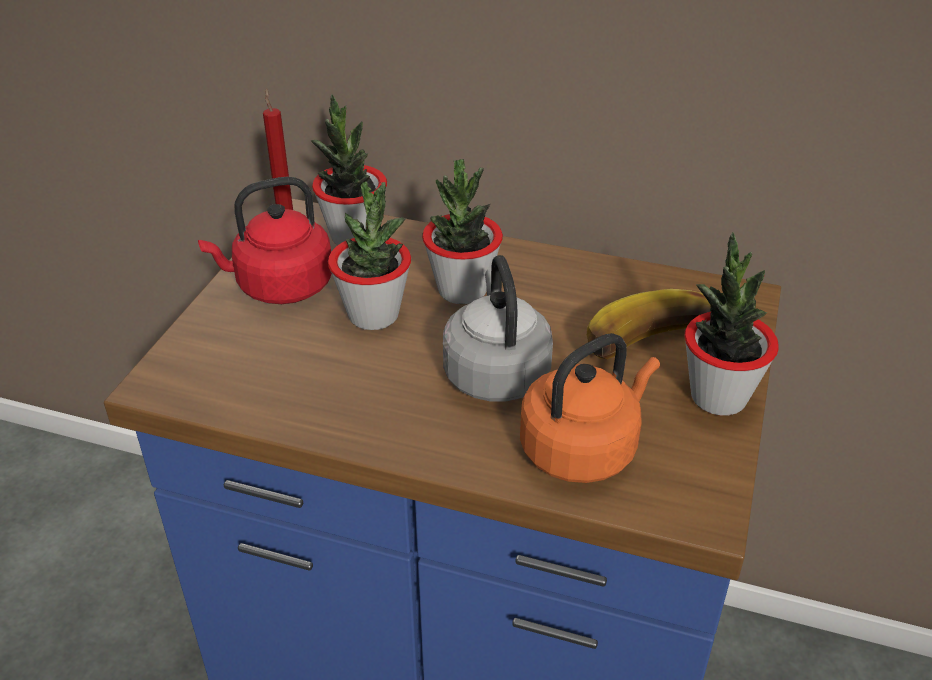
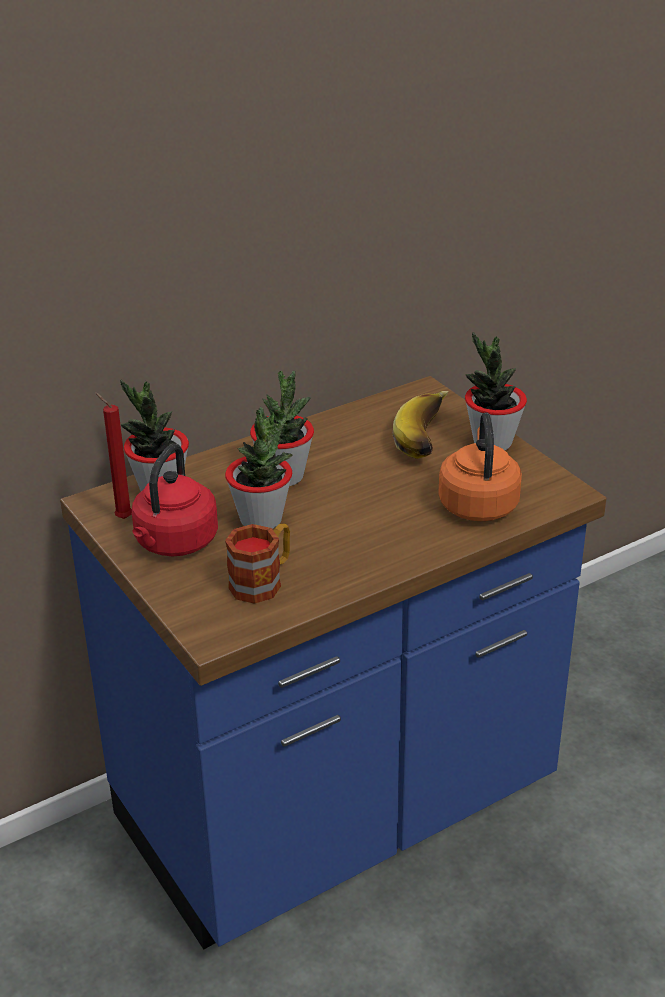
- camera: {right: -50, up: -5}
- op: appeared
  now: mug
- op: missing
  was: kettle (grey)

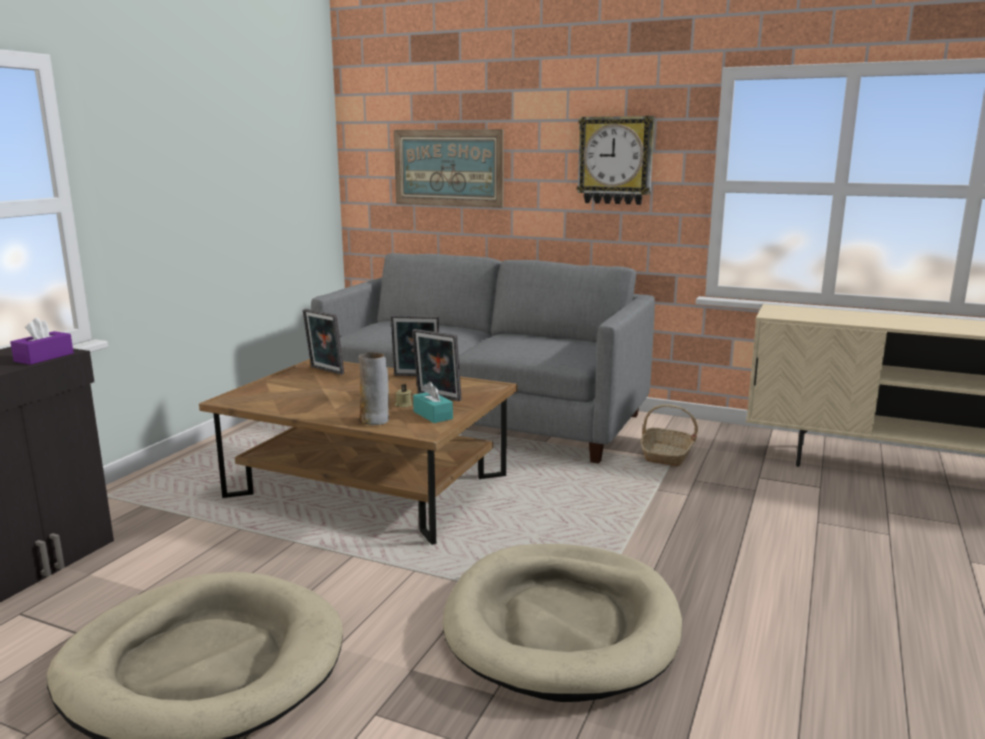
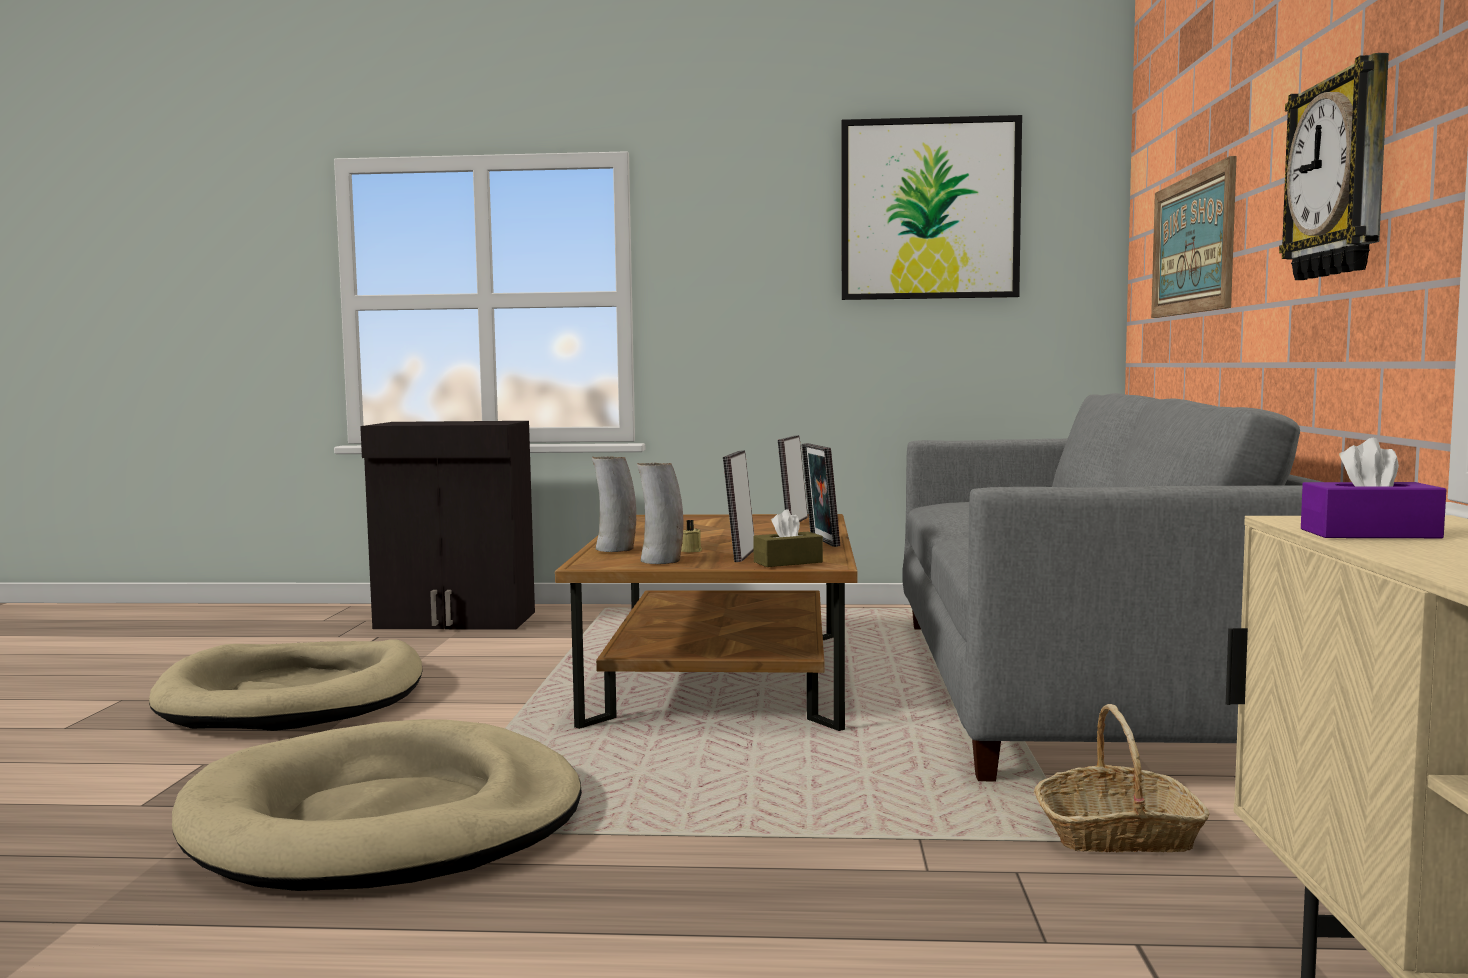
- camera: {right: 70, up: -10}
- op: exchanged
  was: tissue box (turquoise)
  now: vase (no. 2 from left)
- op: appeared
  now: tissue box (brown)
- op: appeared
  now: picture (no. 1 from left)
- op: relocated
  was: tissue box (purple)

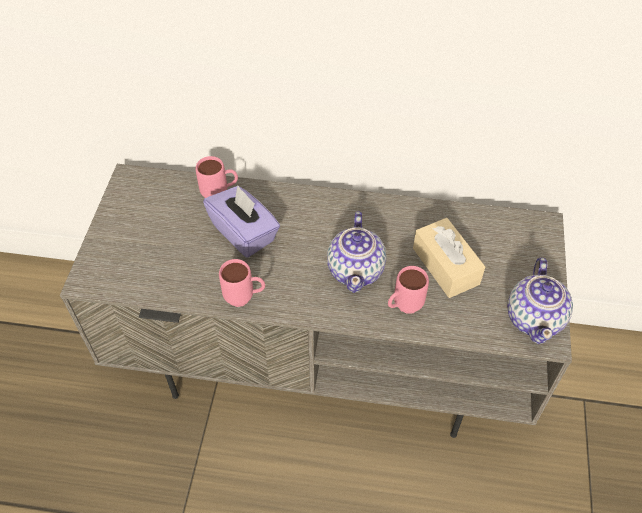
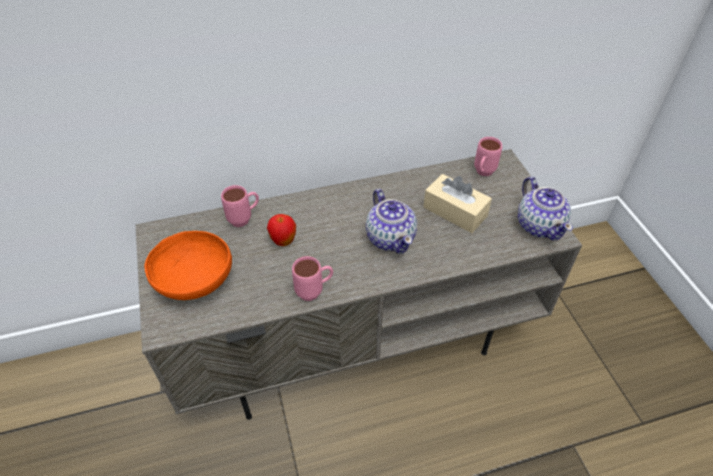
- camera: {right: -25, up: -5}
- op: appeared
  now: bowl (orange)
- op: exchanged
  was: tissue box (purple)
  now: apple
- op: relocated
  was: mug (pink) (no. 3 from left)

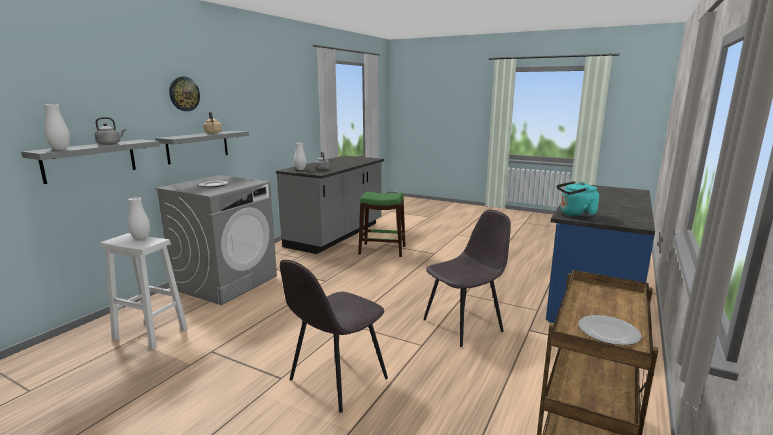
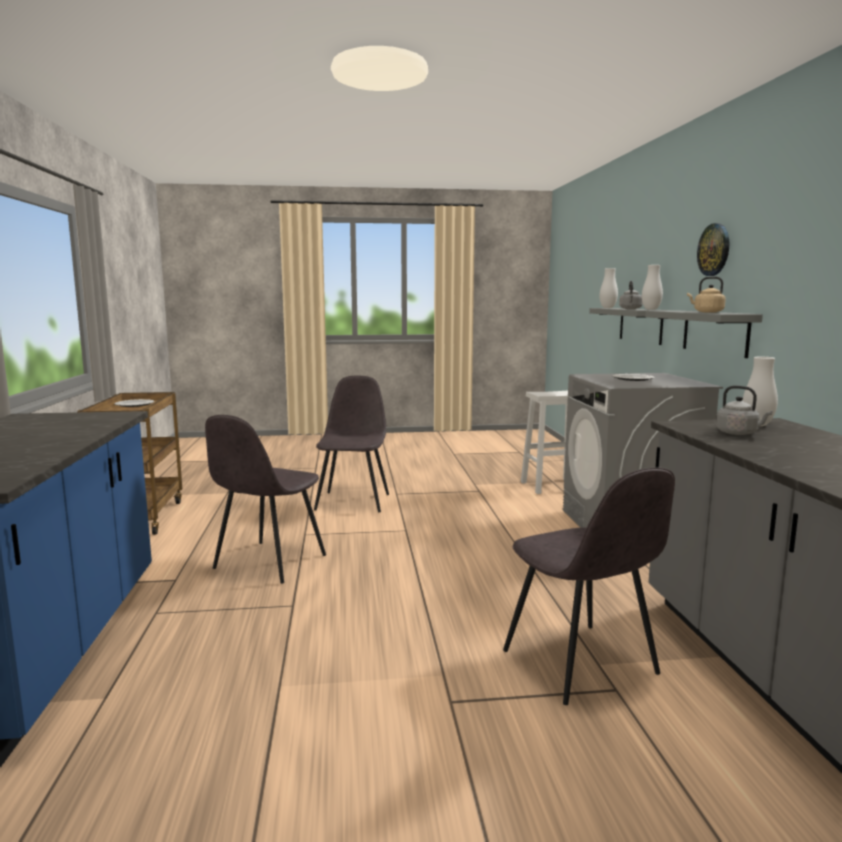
- camera: {right: 145, up: -5}
- op: exchanged
  was: stool (green)
  now: chair (grey) (no. 3 from left)
- op: relocated
  was: vase (white) (no. 2 from left)
- op: missing
  was: kettle (turquoise)

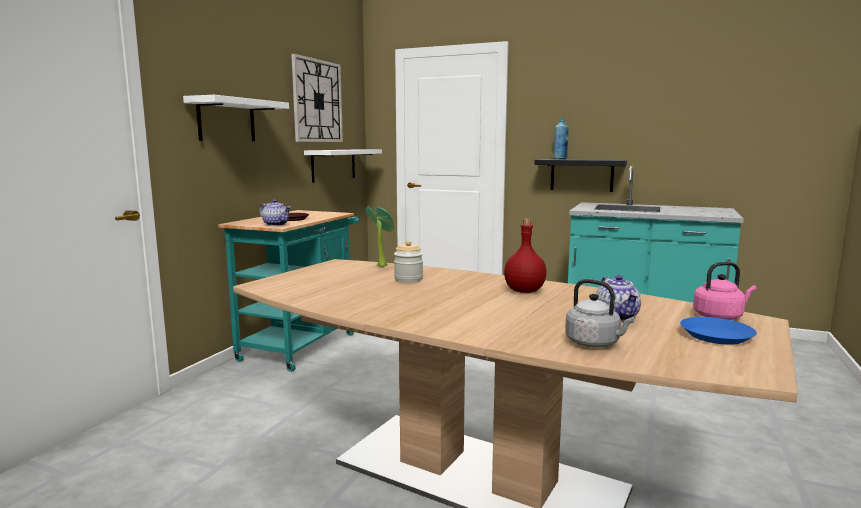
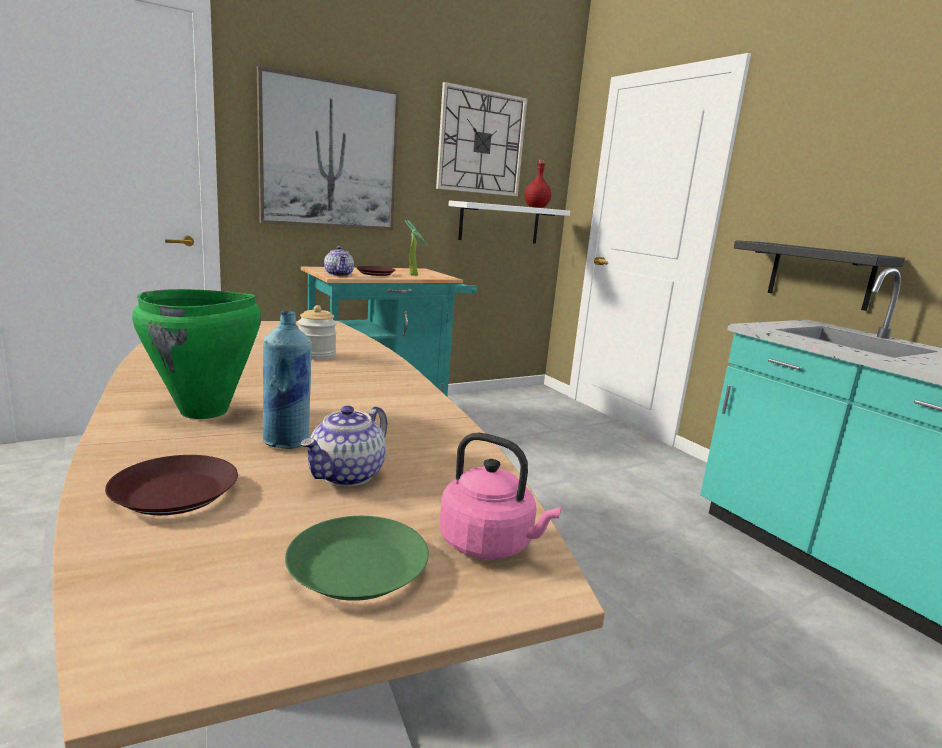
- camera: {right: 35, up: 5}
- op: exchanged
  was: kettle (grey)
  now: plate (brown) (no. 1 from left)
- op: appeared
  now: cooking pot (green)
- op: exchanged
  was: shelf (white) (no. 1 from left)
  now: picture
- op: relocated
  was: bottle (blue)
- op: colour
  was: plate (blue)
  now: plate (green)
- op: relocated
  was: potted plant
- op: relocated
  was: bottle (red)

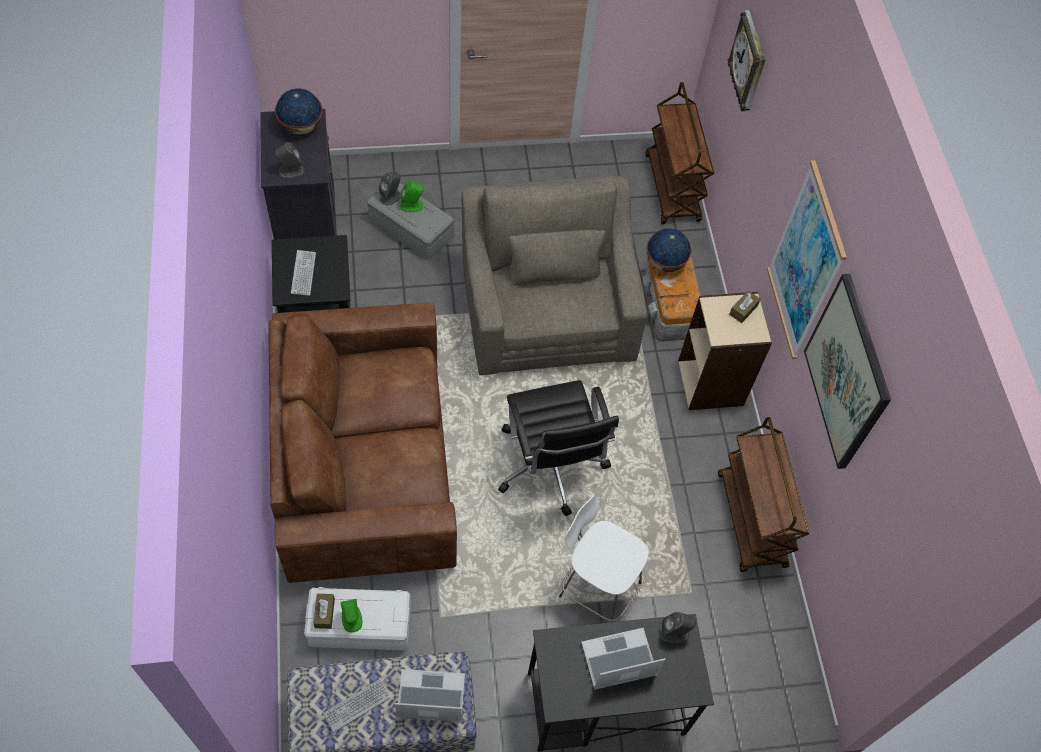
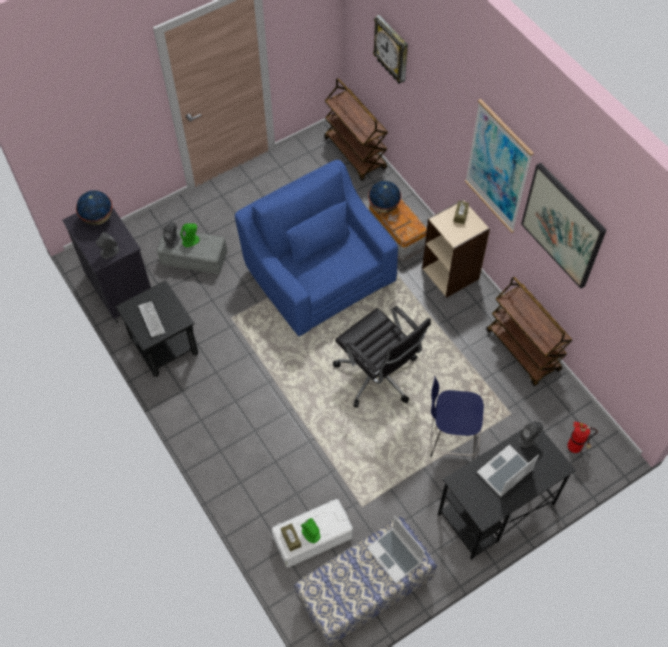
- camera: {right: -20, up: 0}
- op: colour
  was: armchair (grey)
  now: armchair (blue)
- op: spun
  was: laptop (no. 1 from left)
  clockwise: -105
- op: colour
  was: stool (white)
  now: stool (blue)
- op: appeared
  now: fire extinguisher
- op: missing
  was: sofa (brown)
- op: missing
  was: keyboard (no. 2 from left)

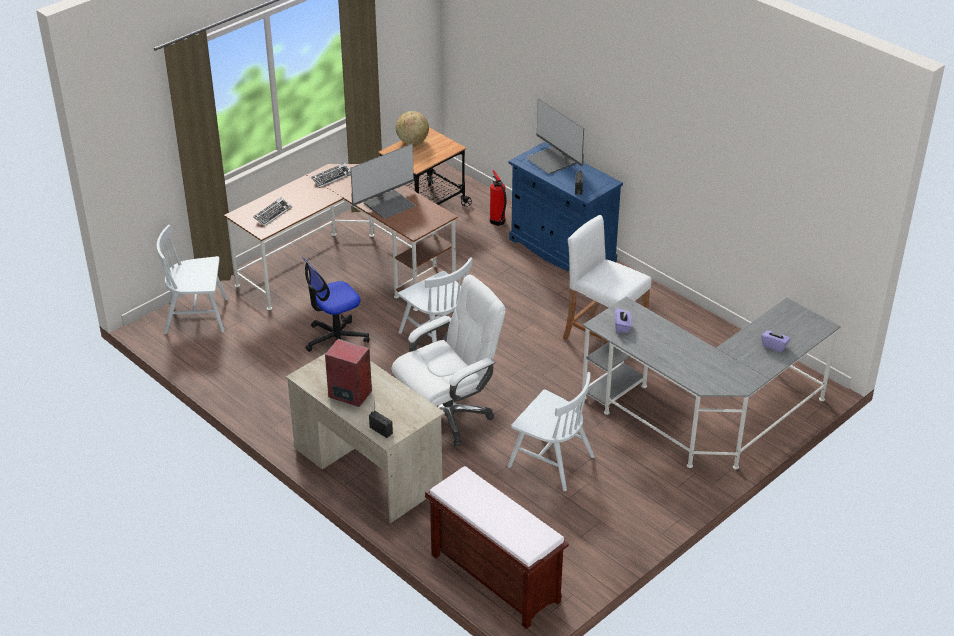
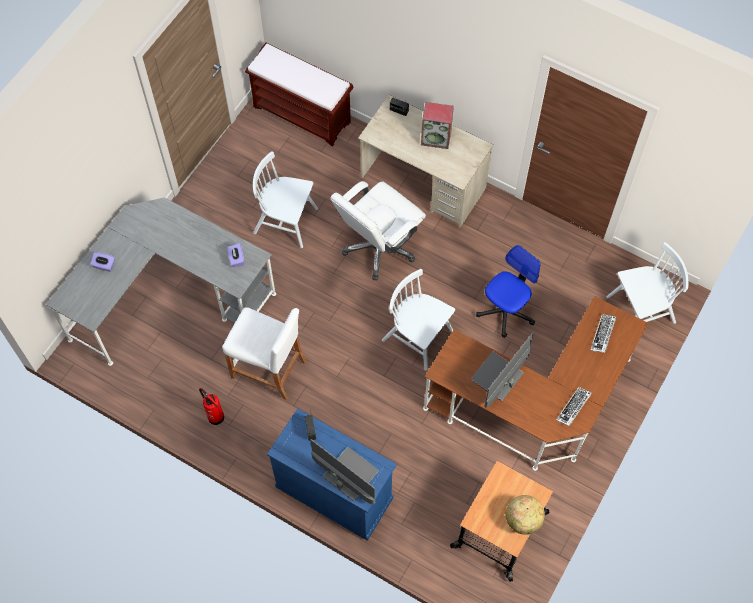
- camera: {right: 165, up: 25}
- op: relocated
  was: fire extinguisher

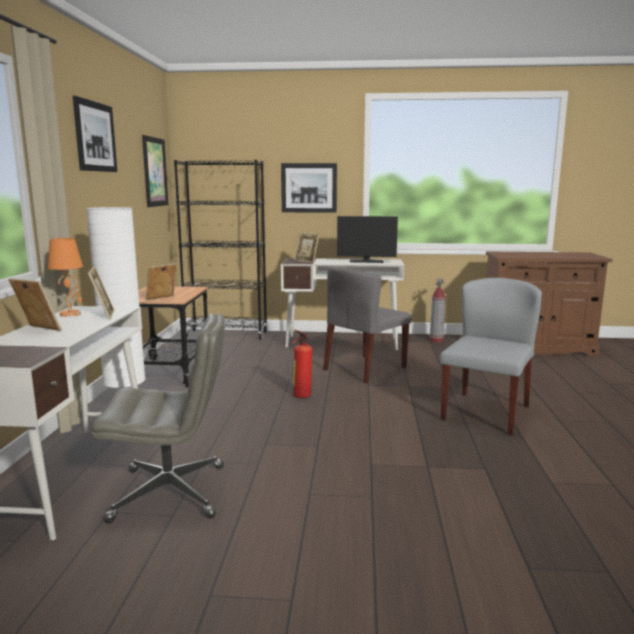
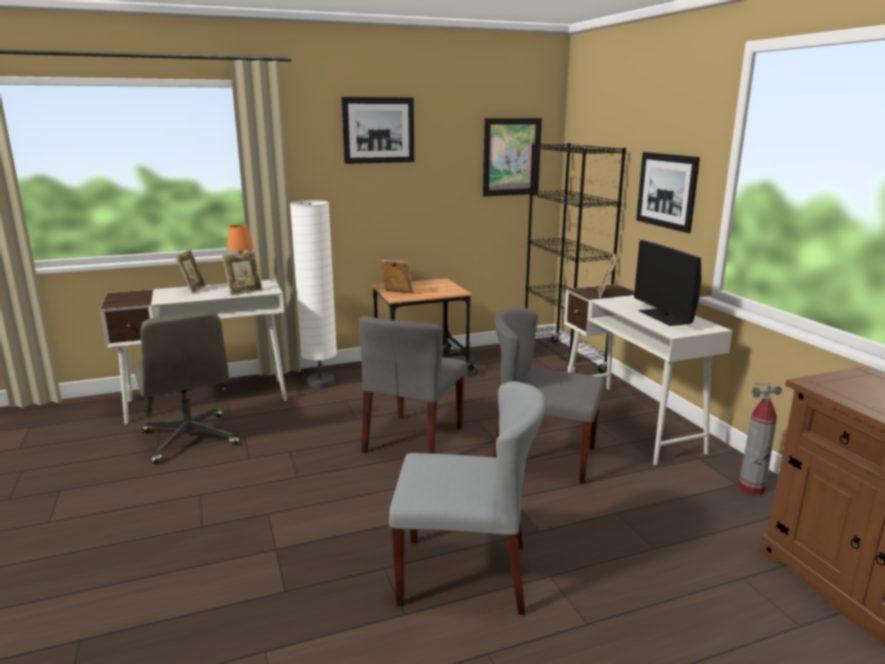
- camera: {right: 65, up: 5}
- op: exchanged
  was: fire extinguisher (no. 1 from left)
  now: chair (grey) (no. 1 from left)

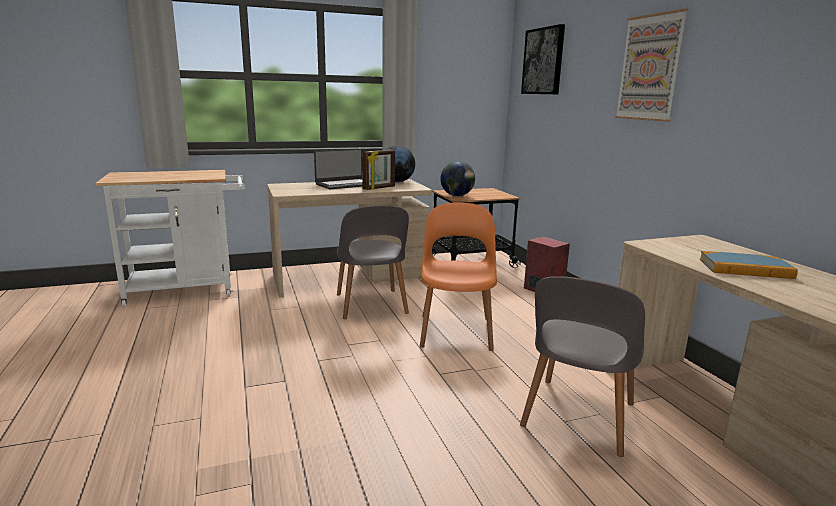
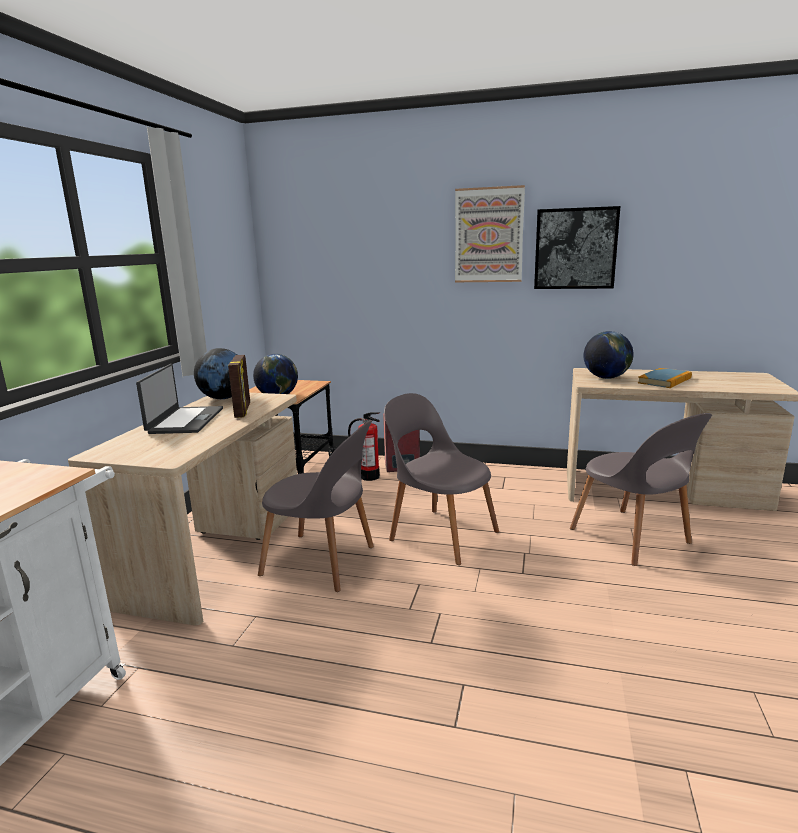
- camera: {right: -55, up: 0}
- op: appeared
  now: fire extinguisher
- op: colour
  was: chair (orange)
  now: chair (grey) (no. 2 from left)
- op: relocated
  was: picture (no. 1 from left in the first image)
  now: picture (no. 2 from left)
- op: appeared
  now: globe (no. 3 from left)

